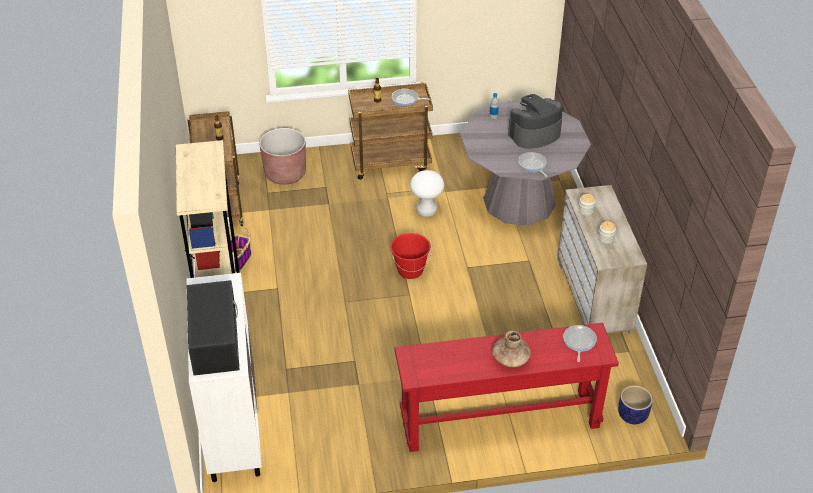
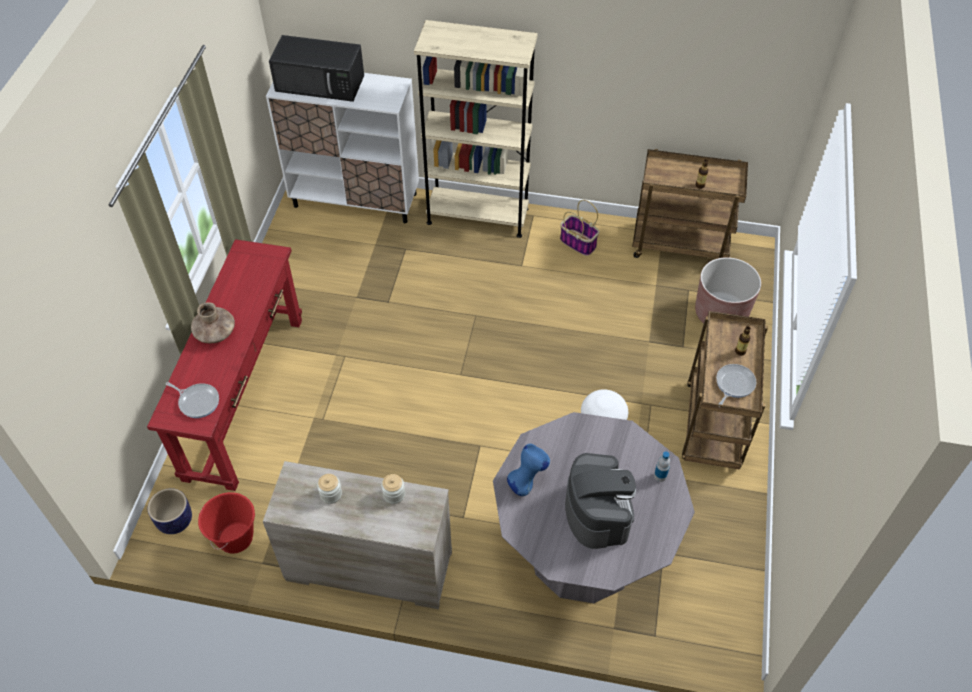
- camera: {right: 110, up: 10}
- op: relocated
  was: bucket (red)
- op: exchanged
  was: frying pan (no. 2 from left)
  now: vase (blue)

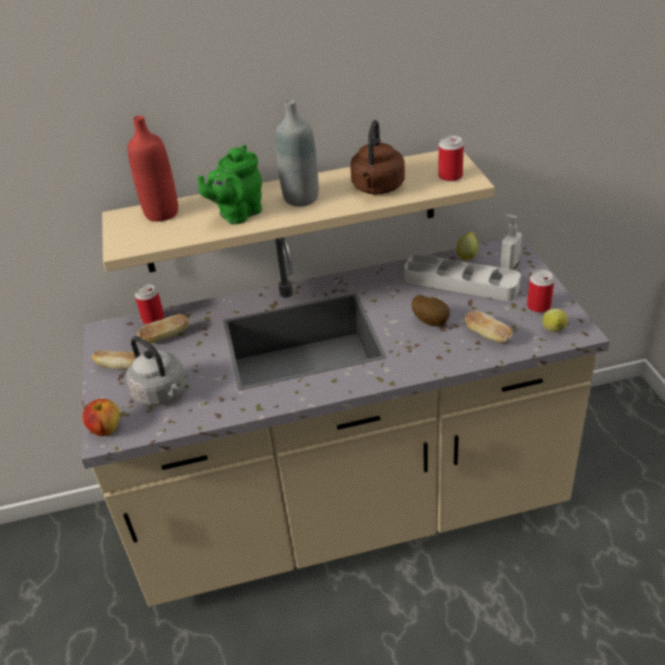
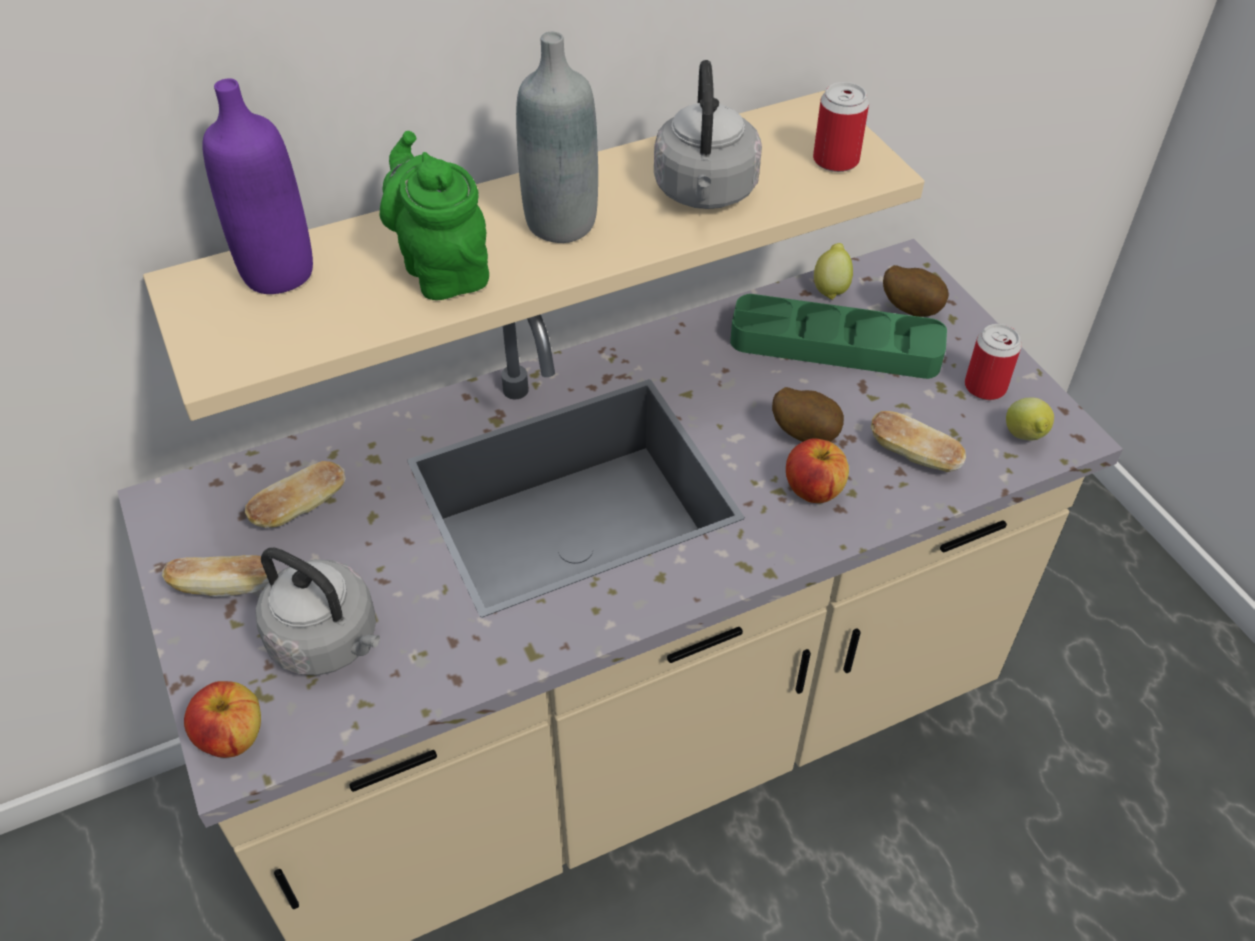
- camera: {right: -15, up: 10}
- op: colour
  was: bottle (red)
  now: bottle (purple)
- op: spun
  was: teapot (green)
  clockwise: 120
- op: colour
  was: kettle (brown)
  now: kettle (grey) (no. 2 from left)
- op: colour
  was: tray (grey)
  now: tray (green)
- op: appeared
  now: apple (no. 2 from left)
- op: exchanged
  was: soap dispenser
  now: potato (no. 2 from left)
- op: missing
  was: can (no. 1 from left)

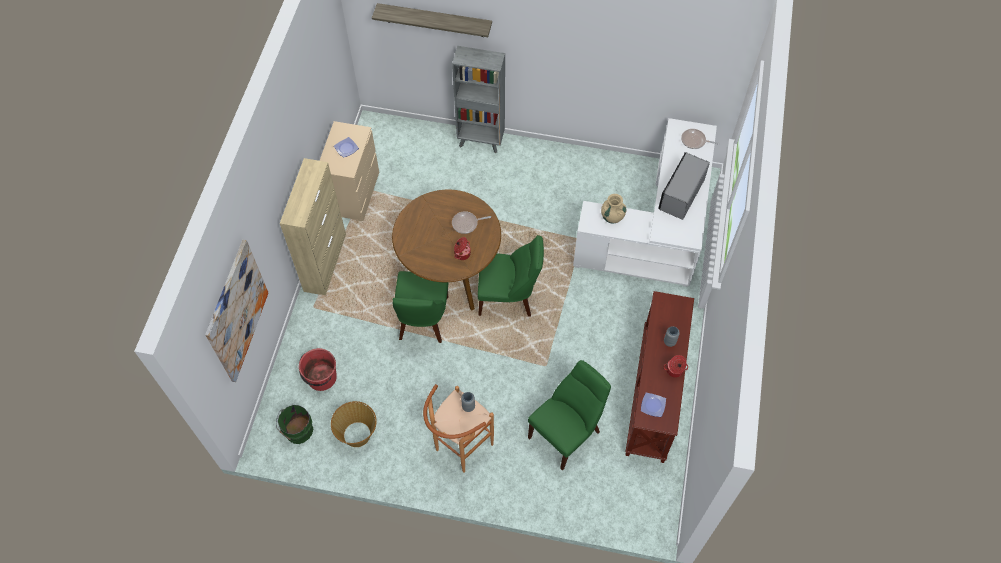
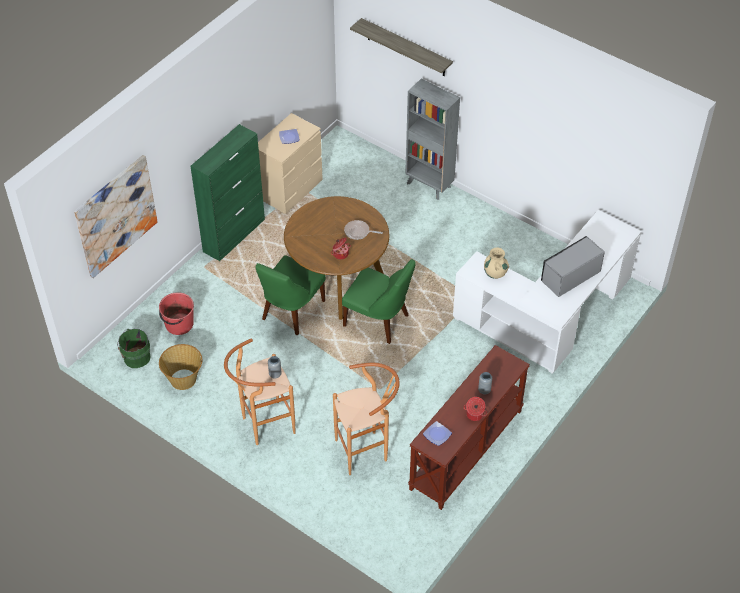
- camera: {right: 25, up: -10}
- op: colour
  was: cabinet (beige)
  now: cabinet (green)
- op: exchanged
  was: chair (green) (no. 3 from left)
  now: stool (brown) (no. 2 from left)
- op: missing
  was: frying pan (no. 2 from left)

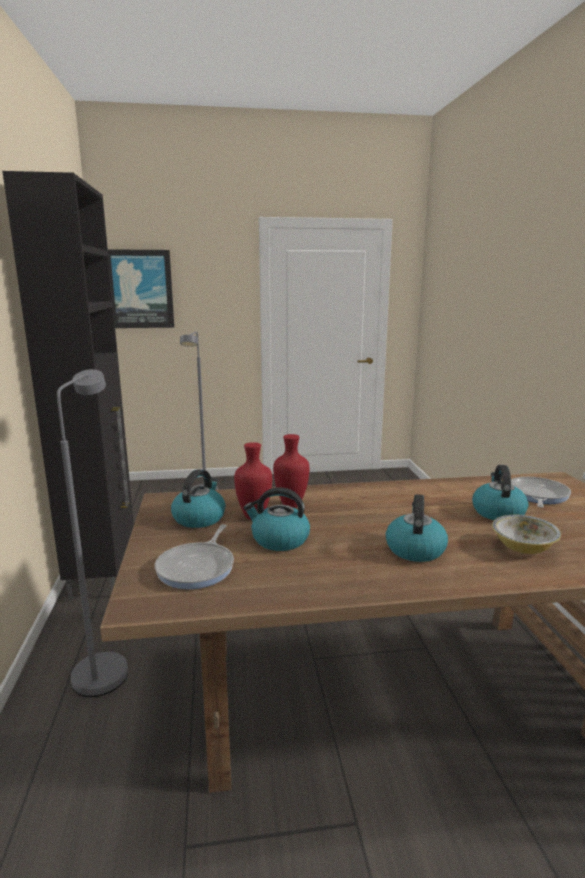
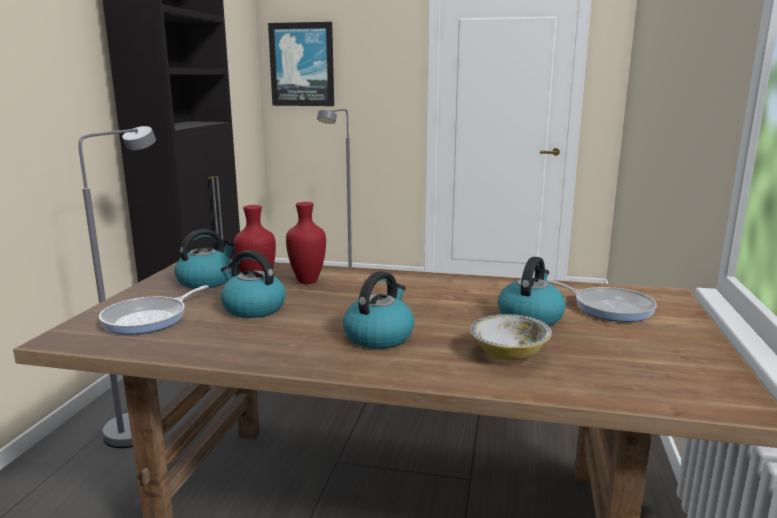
- camera: {right: 20, up: 0}
- op: spun
  was: frying pan (no. 2 from left)
  clockwise: 90

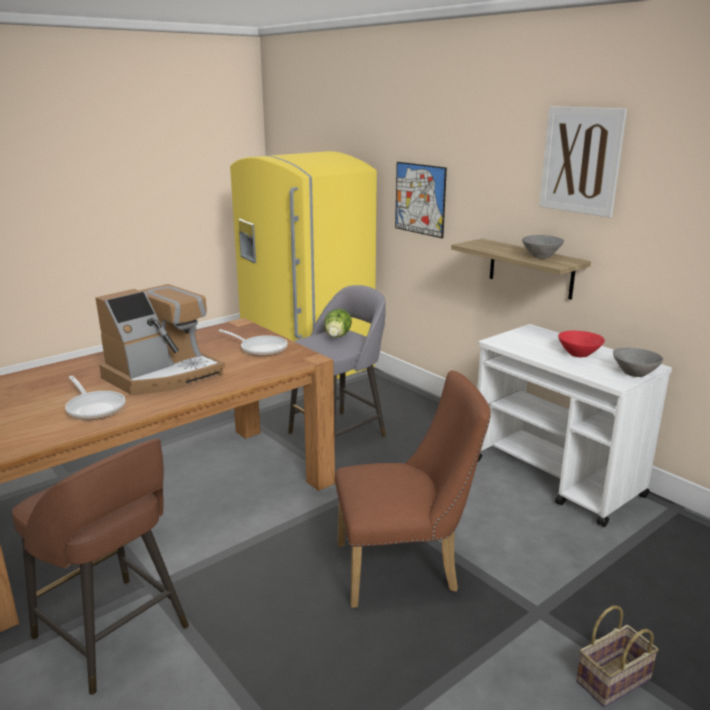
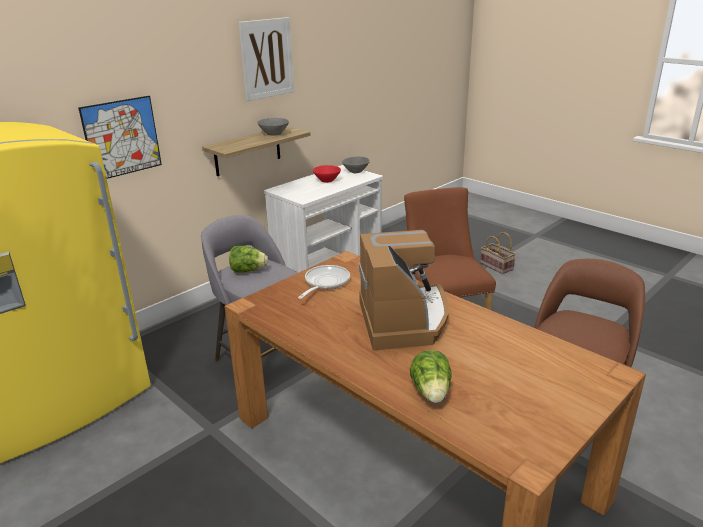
- camera: {right: -95, up: 5}
- op: spun
  was: coffee machine
  clockwise: 45
- op: appeared
  now: lettuce (no. 2 from left)
- op: missing
  was: frying pan (no. 1 from left)

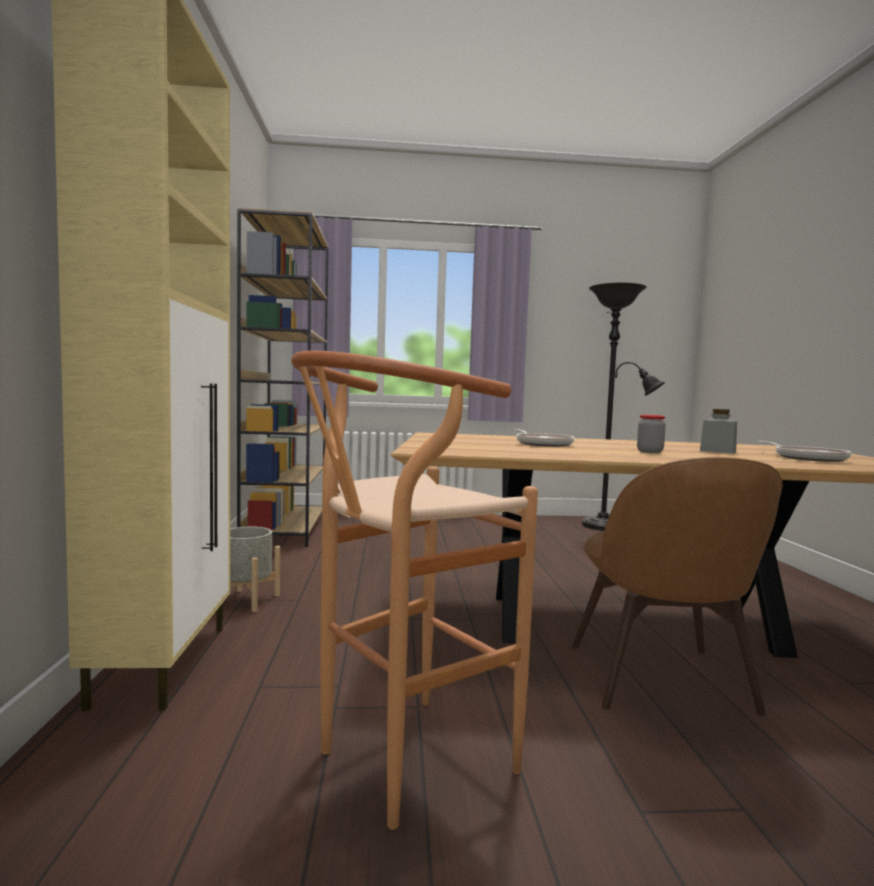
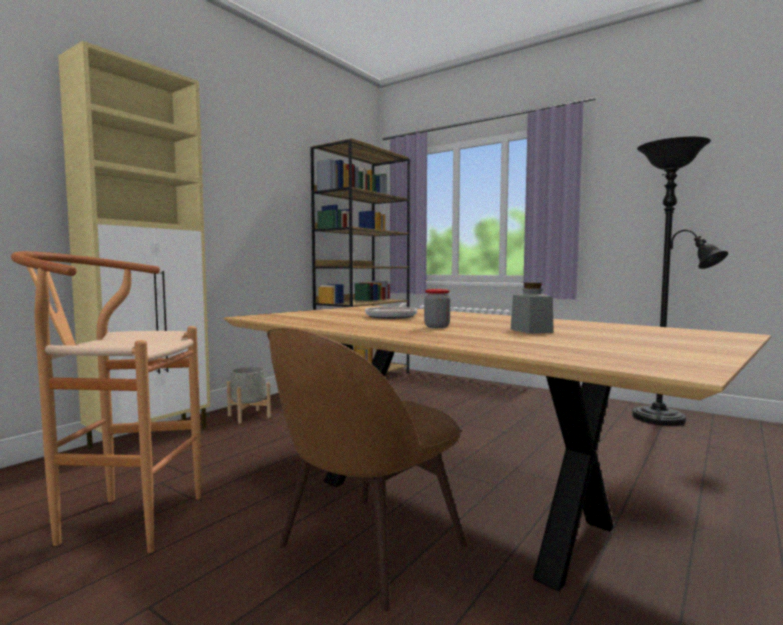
- camera: {right: 40, up: 0}
- op: missing
  was: frying pan (no. 2 from left)

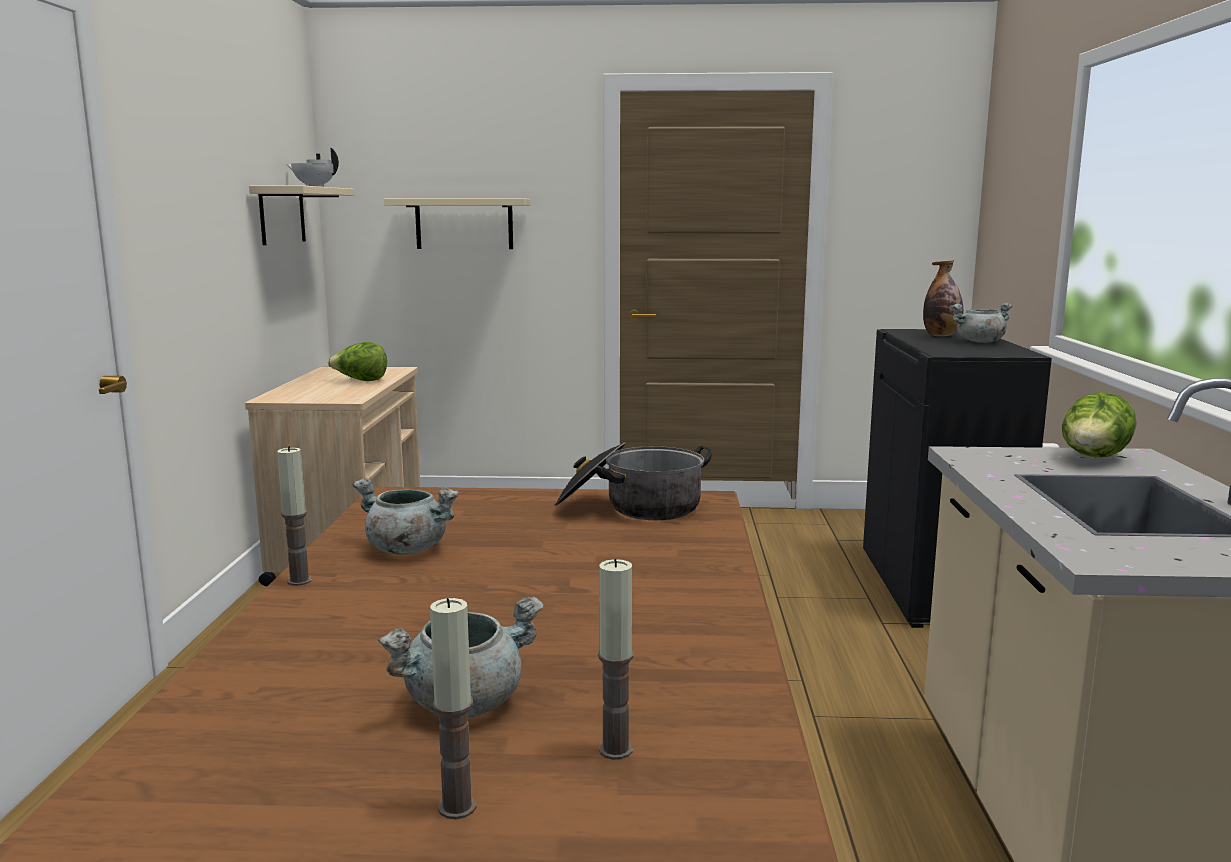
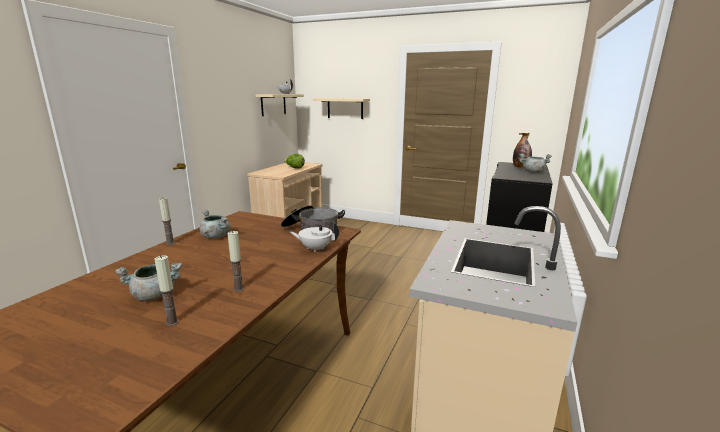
- camera: {right: 20, up: 5}
- op: relocated
  was: candle (no. 2 from left in the first image)
  now: candle (no. 3 from left)
- op: appeared
  now: teapot (white) (no. 2 from left)
- op: missing
  was: lettuce (no. 2 from left)

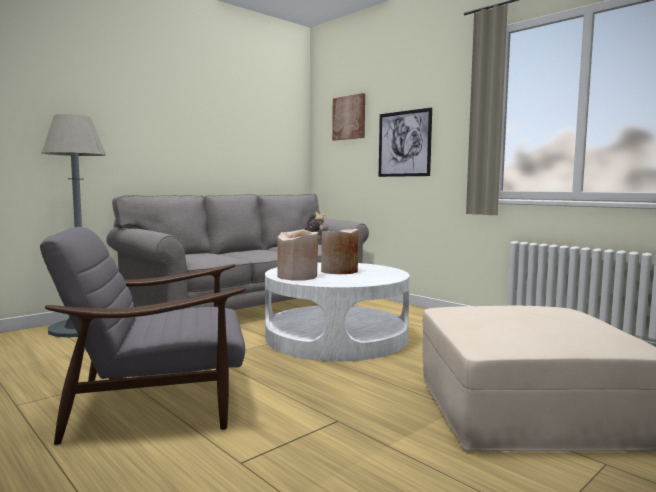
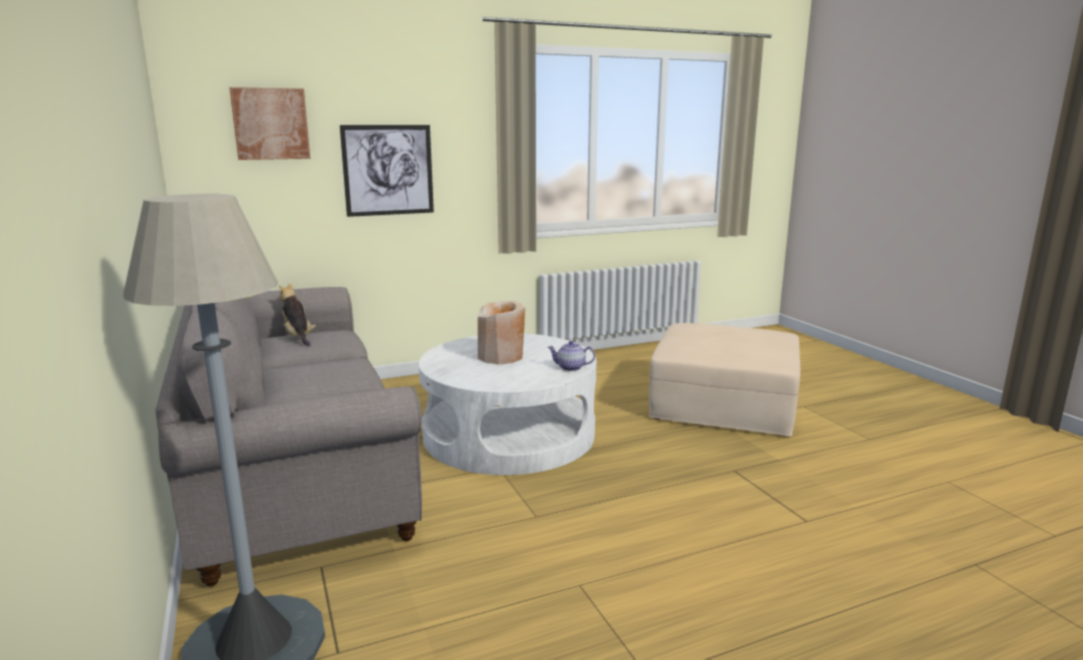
- camera: {right: -70, up: 10}
- op: appeared
  now: teapot
- op: missing
  was: armchair (grey)
- op: missing
  was: vase (beige) (no. 1 from left)

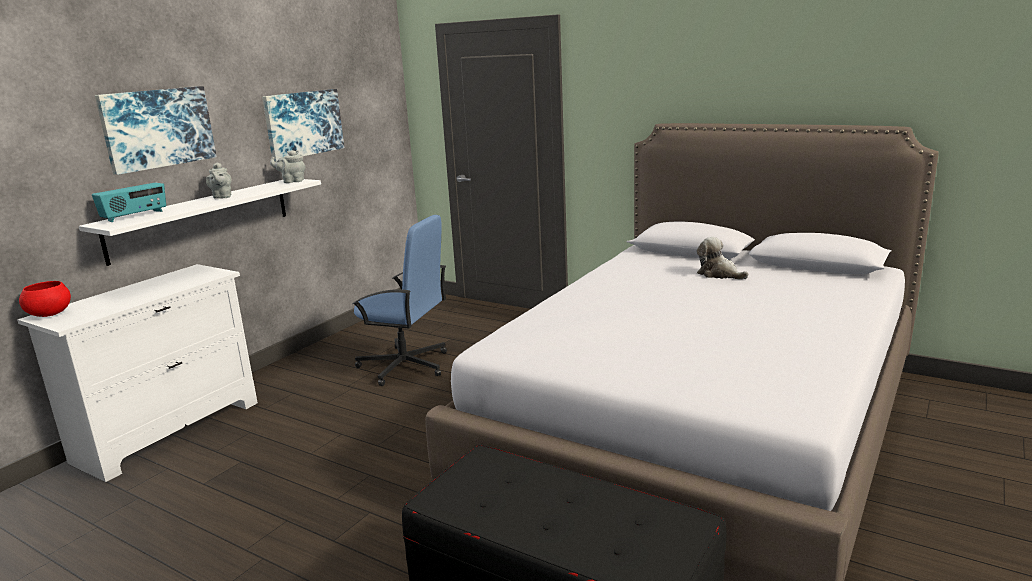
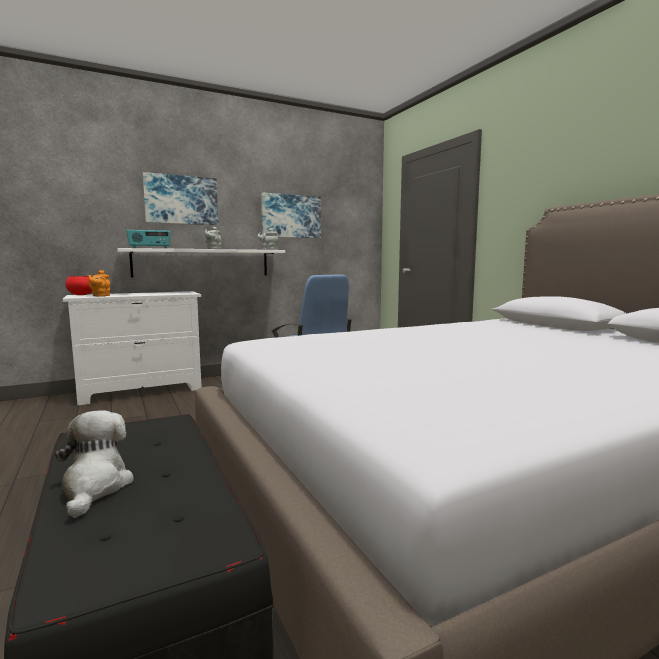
- camera: {right: 30, up: -10}
- op: relocated
  was: plush toy
- op: appeared
  now: teapot (orange)

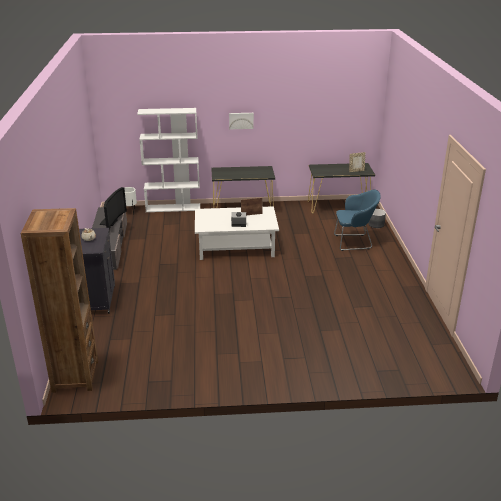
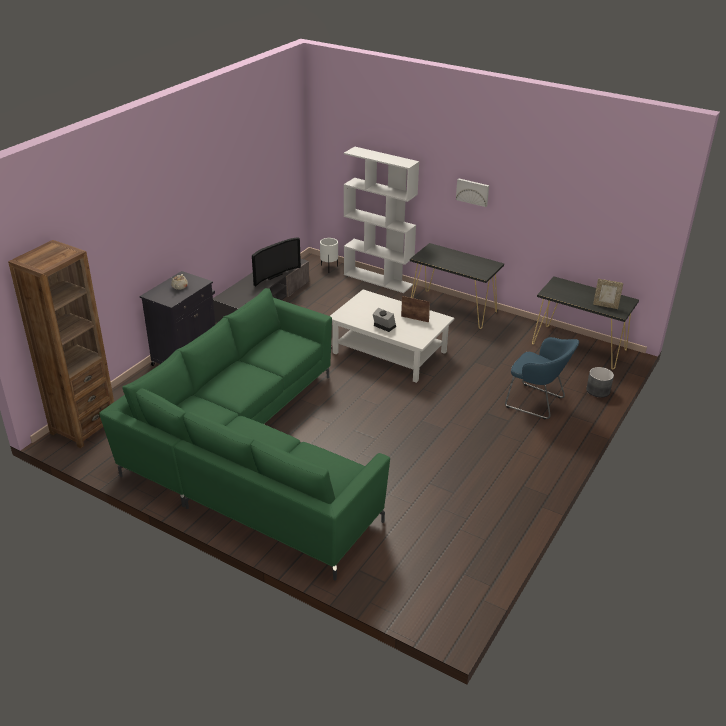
- camera: {right: 35, up: 5}
- op: appeared
  now: sofa (green)

